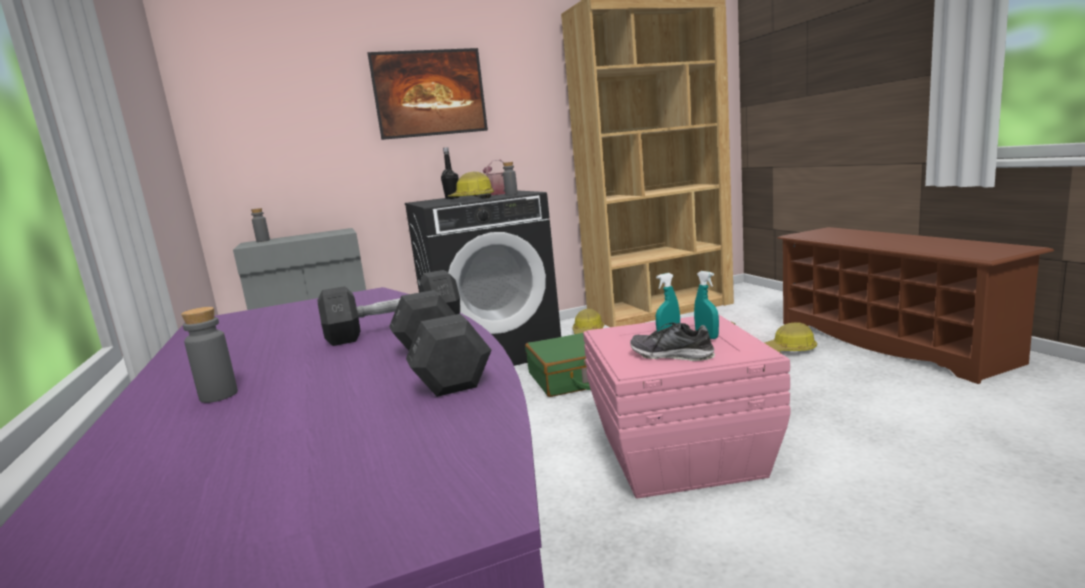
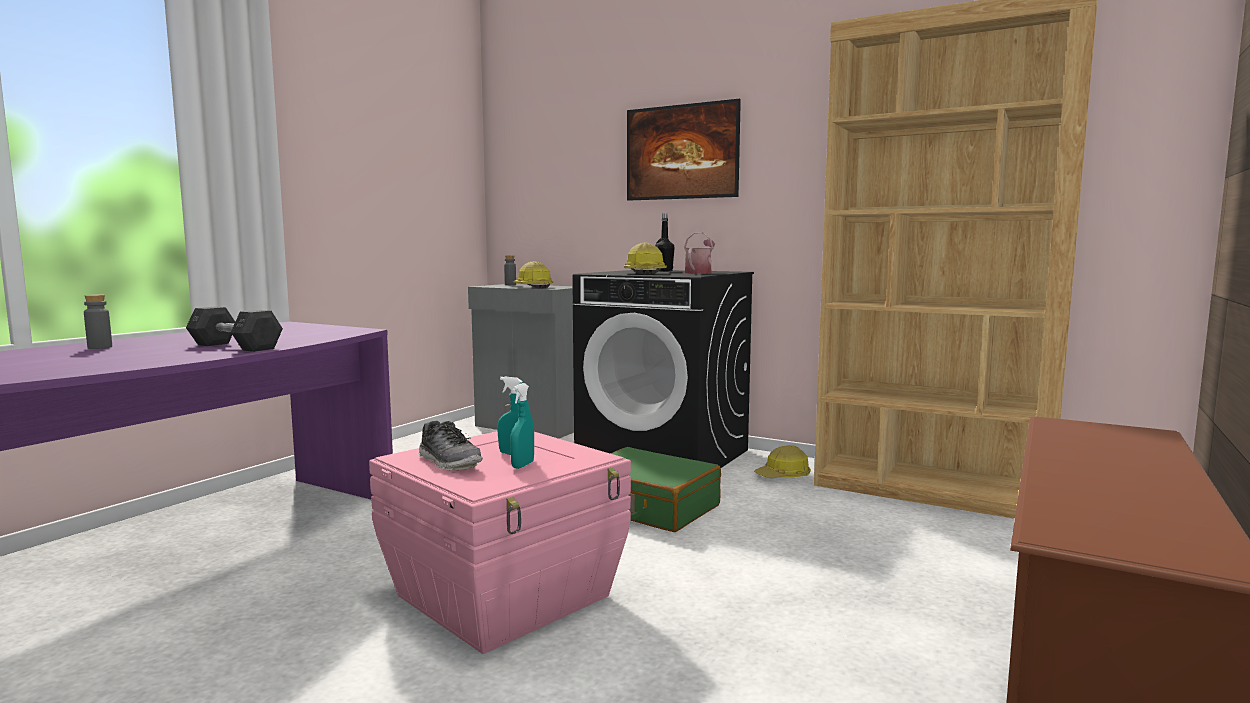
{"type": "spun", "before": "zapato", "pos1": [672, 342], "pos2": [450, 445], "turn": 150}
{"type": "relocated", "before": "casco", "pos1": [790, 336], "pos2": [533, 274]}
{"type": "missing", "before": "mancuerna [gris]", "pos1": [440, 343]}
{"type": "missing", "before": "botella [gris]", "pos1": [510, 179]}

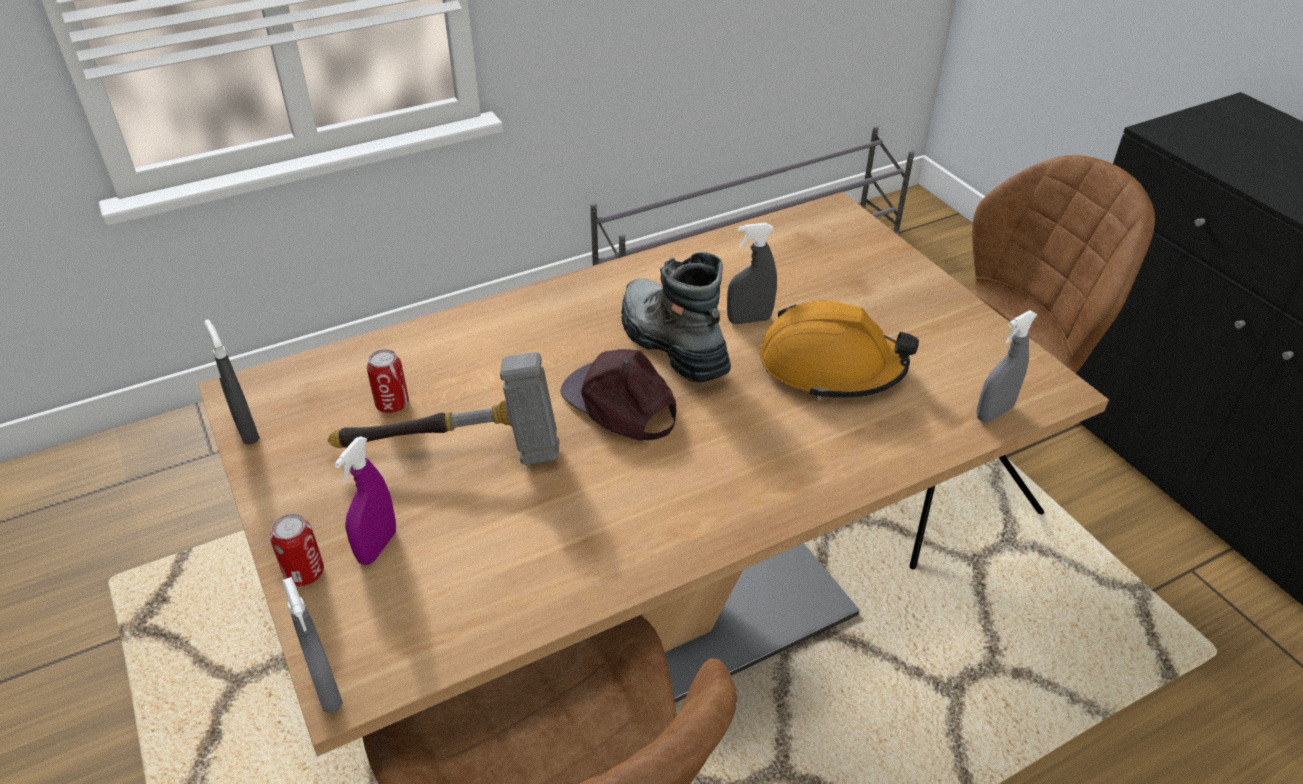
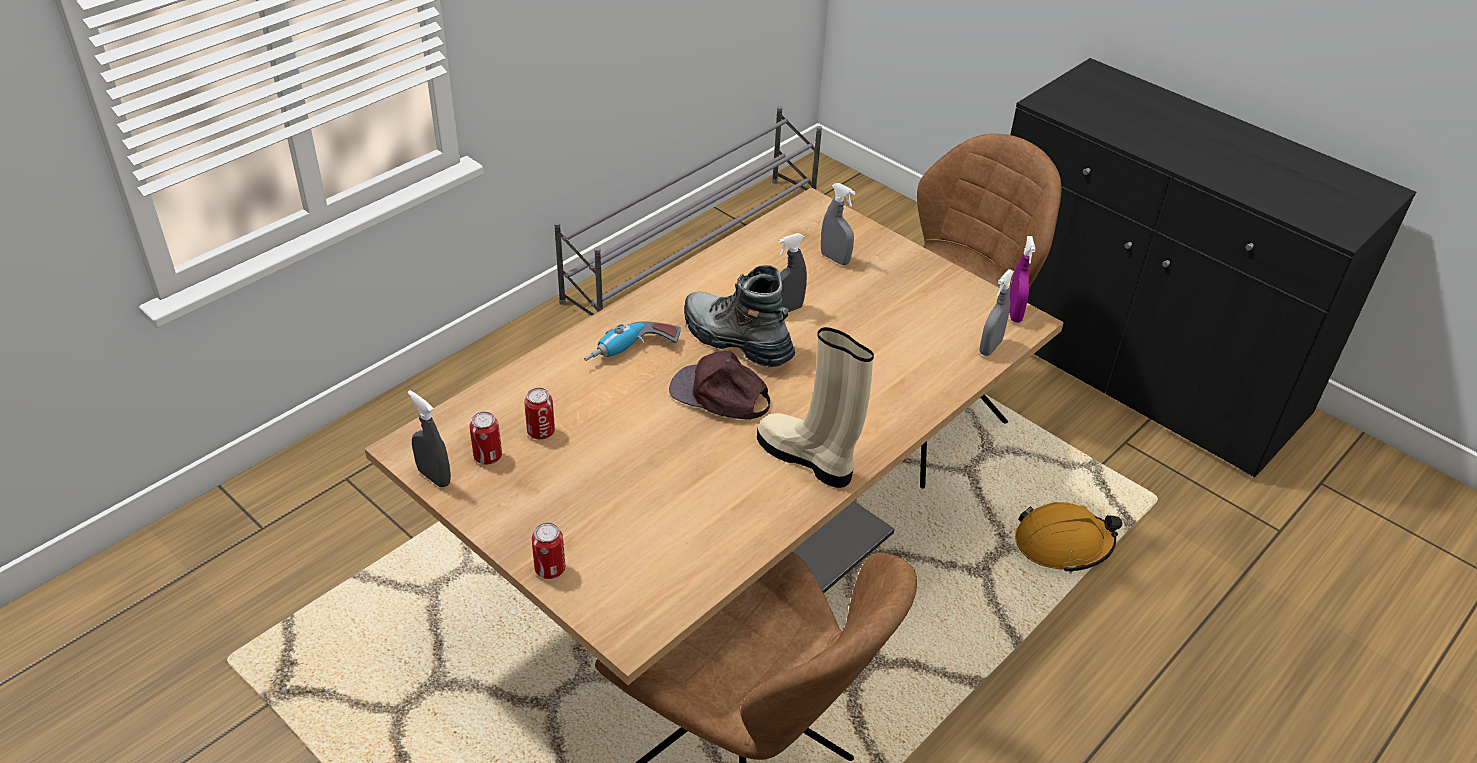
{"type": "appeared", "after": "lata", "pos2": [486, 437]}
{"type": "appeared", "after": "taladro", "pos2": [632, 341]}
{"type": "appeared", "after": "bota [beis]", "pos2": [815, 407]}
{"type": "relocated", "before": "pulverizador [gris]", "pos1": [313, 645], "pos2": [838, 224]}
{"type": "relocated", "before": "pulverizador [morado]", "pos1": [365, 500], "pos2": [1022, 279]}
{"type": "relocated", "before": "casco [naranja]", "pos1": [839, 350], "pos2": [1068, 537]}
{"type": "missing", "before": "martillo", "pos1": [443, 408]}

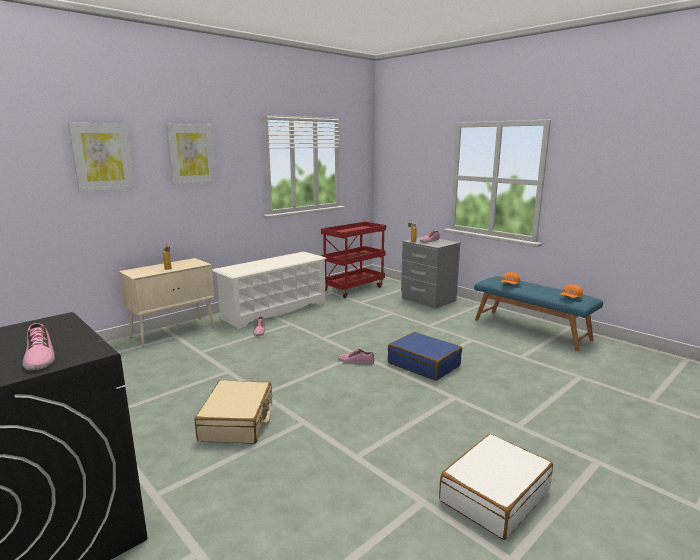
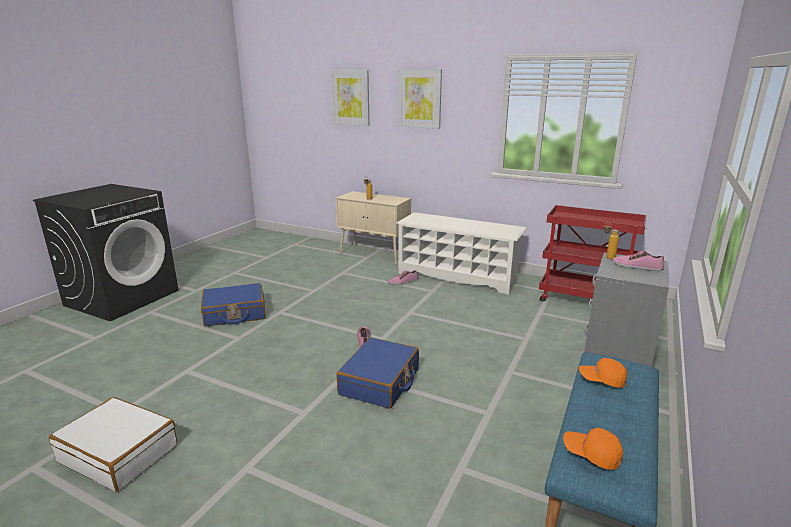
{"type": "colour", "before": "maleta [beis]", "after": "maleta [azul]", "pos1": [233, 412], "pos2": [233, 304]}
{"type": "missing", "before": "zapato", "pos1": [39, 346]}

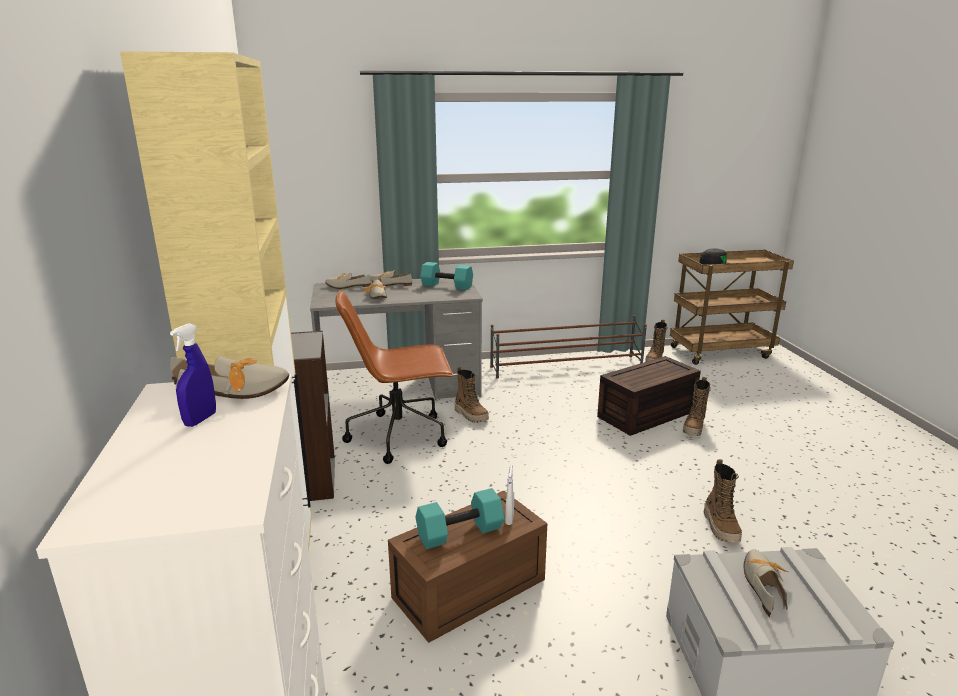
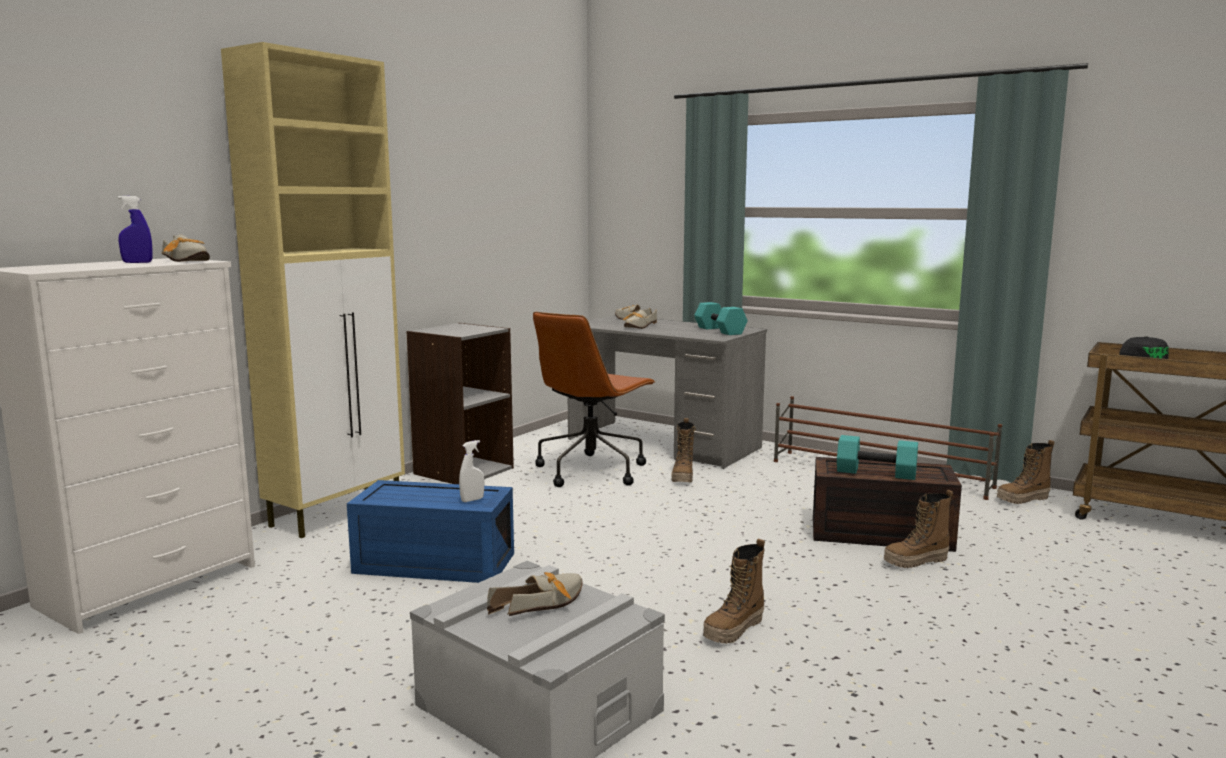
{"type": "colour", "before": "caja de almacenaje [marrón]", "after": "caja de almacenaje [azul]", "pos1": [467, 567], "pos2": [430, 531]}
{"type": "spun", "before": "silla de oficina [marrón]", "pos1": [394, 377], "pos2": [594, 399], "turn": -90}
{"type": "relocated", "before": "mancuerna [turquesa]", "pos1": [460, 518], "pos2": [877, 457]}
{"type": "missing", "before": "zapato", "pos1": [391, 278]}

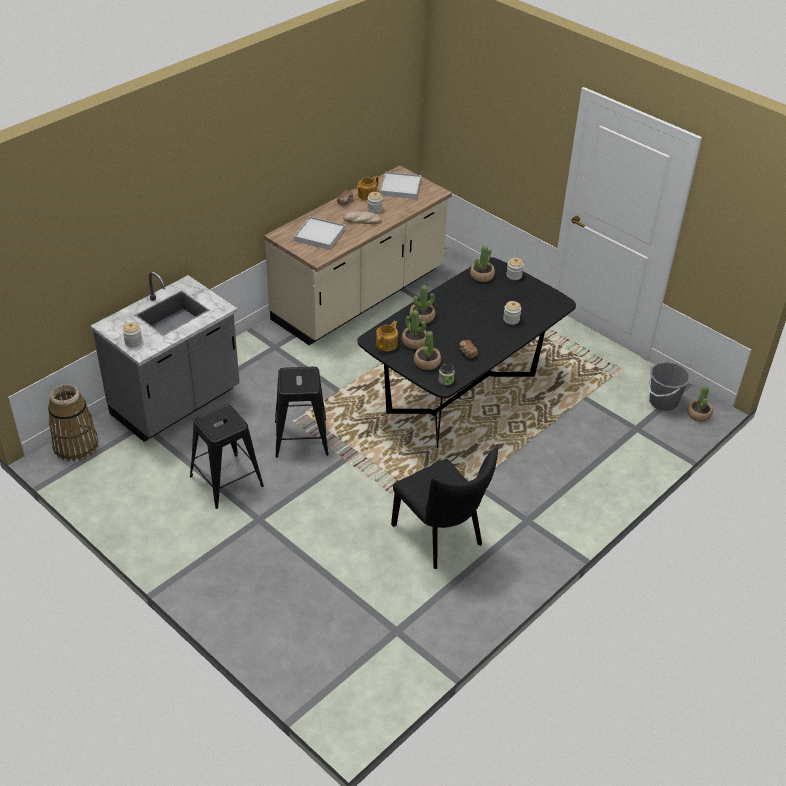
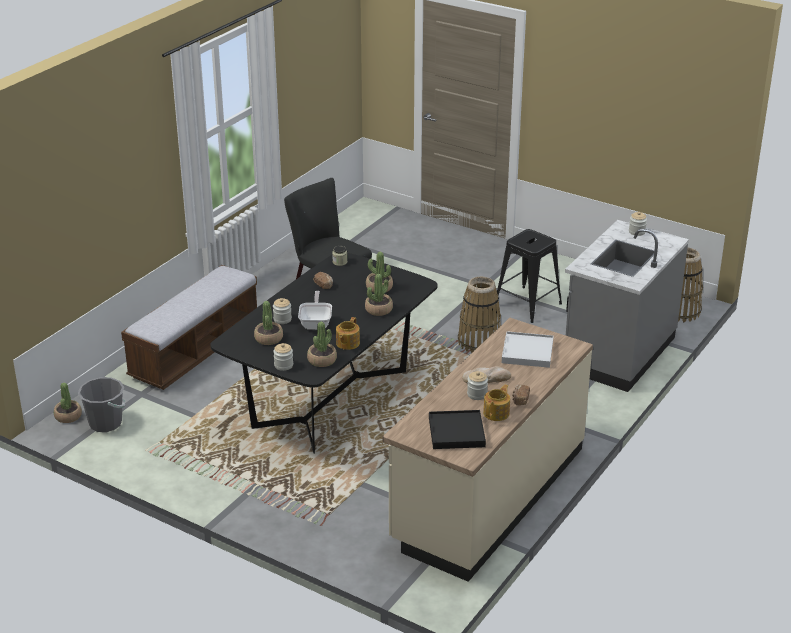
{"type": "appeared", "after": "banco", "pos2": [189, 327]}
{"type": "relocated", "before": "planta en maceta", "pos1": [427, 350], "pos2": [268, 323]}
{"type": "appeared", "after": "sartén", "pos2": [315, 310]}
{"type": "relocated", "before": "tetera", "pos1": [387, 336], "pos2": [348, 333]}
{"type": "colour", "before": "bandeja [blanco]", "after": "bandeja [negro]", "pos1": [400, 185], "pos2": [457, 429]}
{"type": "exchanged", "before": "taburete [negro]", "after": "cesta", "pos1": [302, 412], "pos2": [479, 315]}

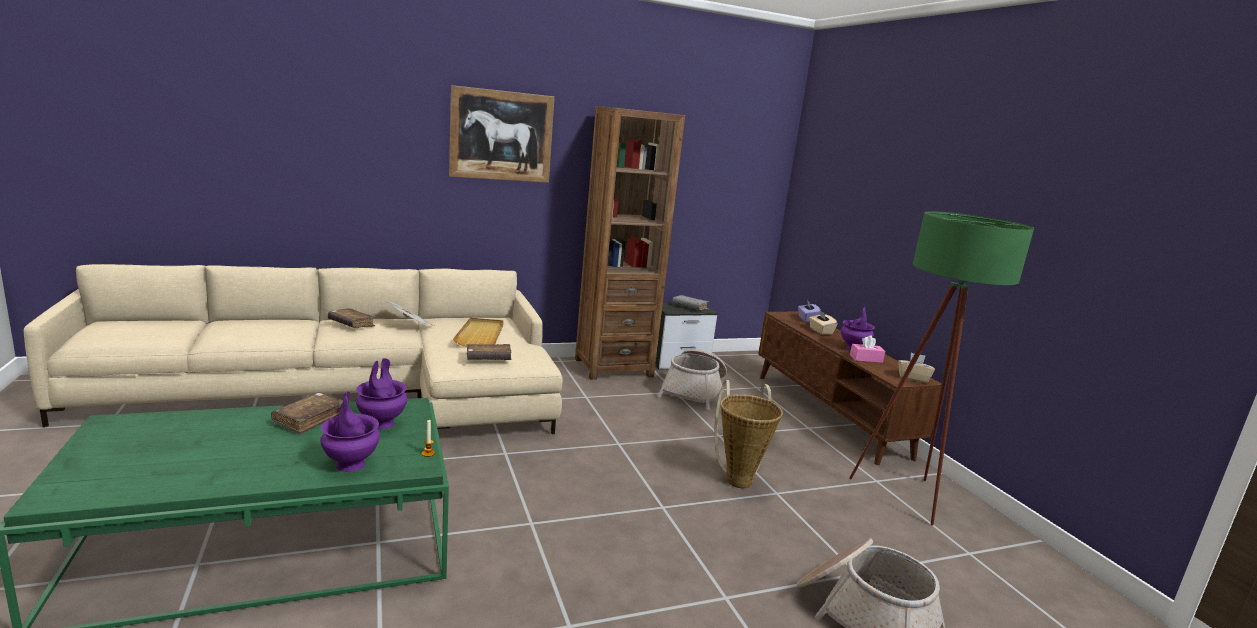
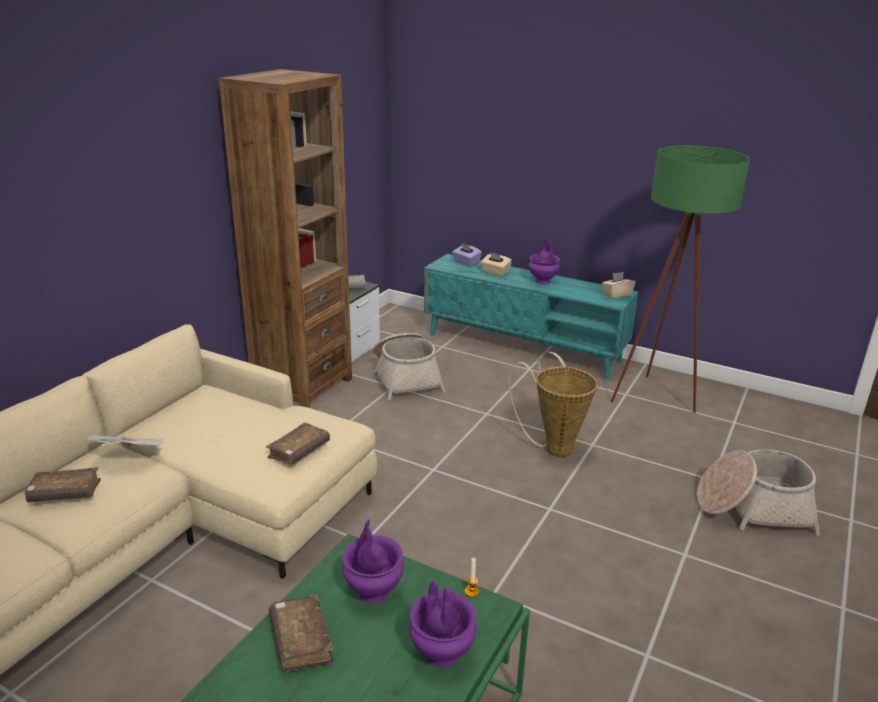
{"type": "colour", "before": "mueble de televisión [marrón]", "after": "mueble de televisión [turquesa]", "pos1": [850, 388], "pos2": [531, 317]}
{"type": "missing", "before": "cuadro", "pos1": [502, 134]}
{"type": "missing", "before": "bandeja [beis]", "pos1": [478, 332]}
{"type": "missing", "before": "caja de pañuelos [rosa]", "pos1": [867, 349]}

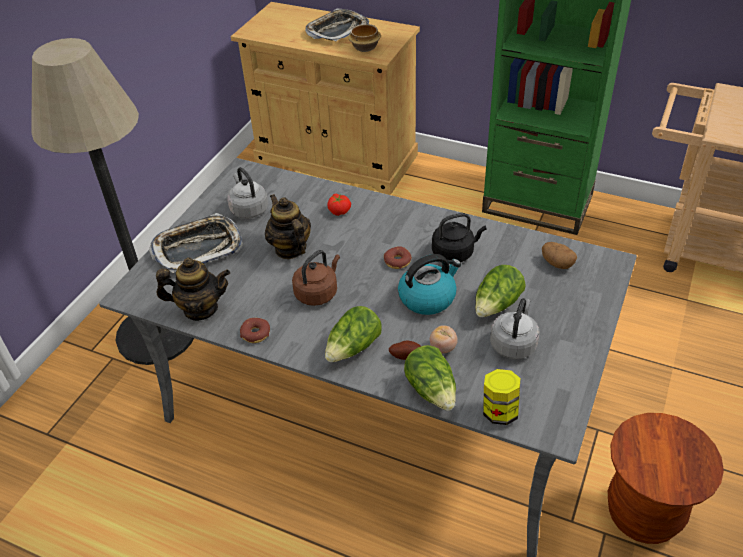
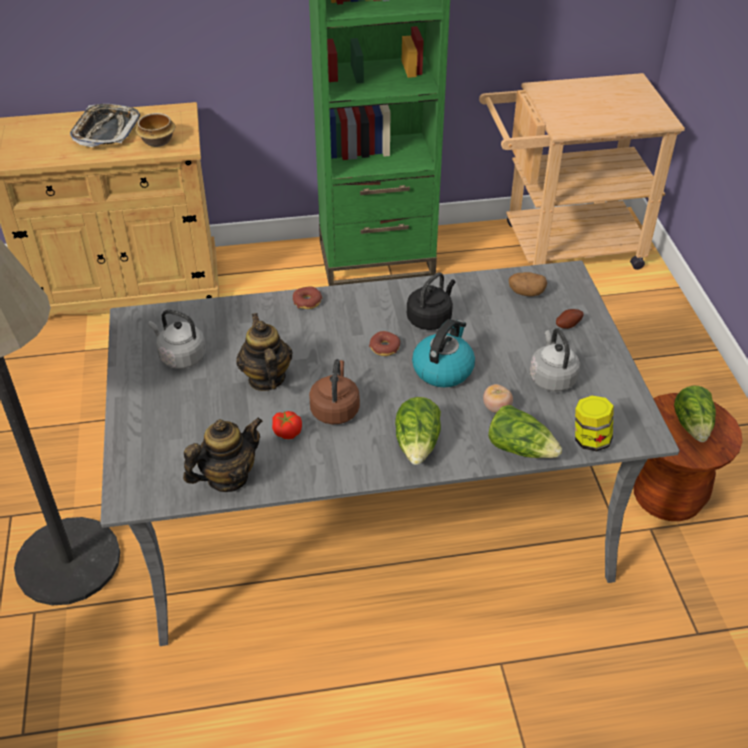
{"type": "spun", "before": "tetera", "pos1": [288, 226], "pos2": [264, 352], "turn": 45}
{"type": "relocated", "before": "tomate", "pos1": [339, 205], "pos2": [287, 425]}
{"type": "relocated", "before": "rosquilla", "pos1": [255, 330], "pos2": [307, 297]}
{"type": "relocated", "before": "patata", "pos1": [405, 350], "pos2": [570, 319]}
{"type": "relocated", "before": "lechuga", "pos1": [500, 291], "pos2": [695, 414]}
{"type": "missing", "before": "bandeja", "pos1": [196, 243]}

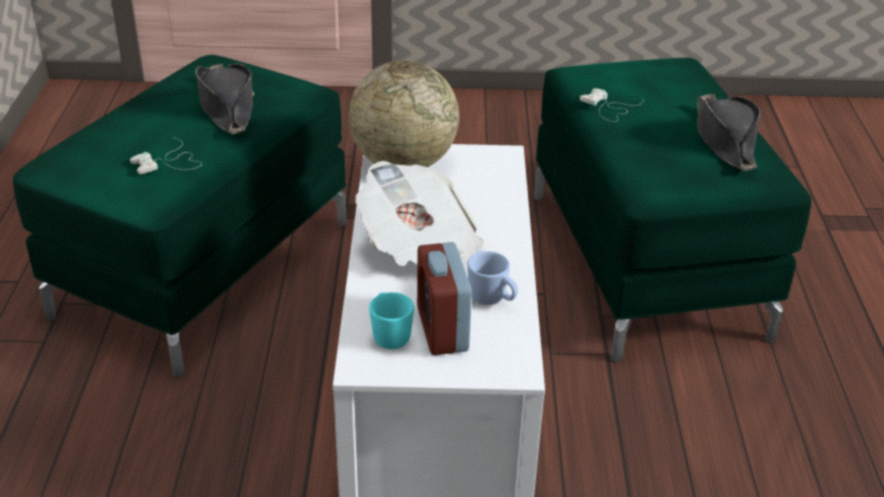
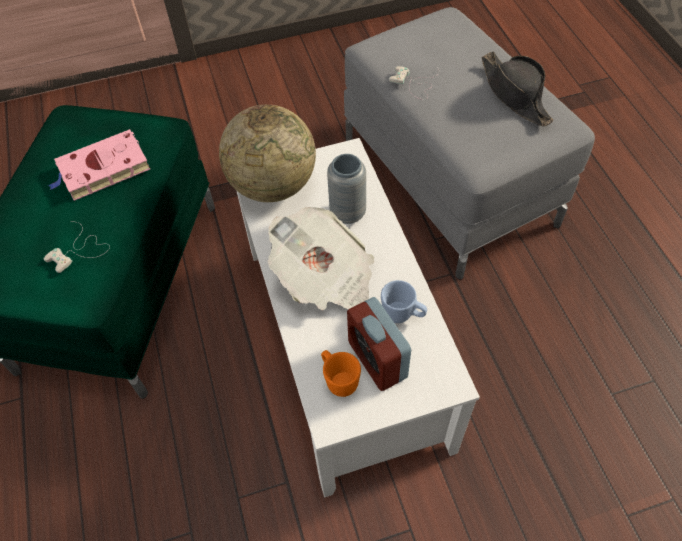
{"type": "exchanged", "before": "sombrero [negro]", "after": "libro [rosa]", "pos1": [225, 98], "pos2": [99, 165]}
{"type": "colour", "before": "taza grande [turquesa]", "after": "taza grande [naranja]", "pos1": [391, 320], "pos2": [341, 373]}
{"type": "appeared", "after": "florero [gris]", "pos2": [346, 189]}
{"type": "colour", "before": "puf [verde]", "after": "puf [gris]", "pos1": [672, 210], "pos2": [469, 143]}

